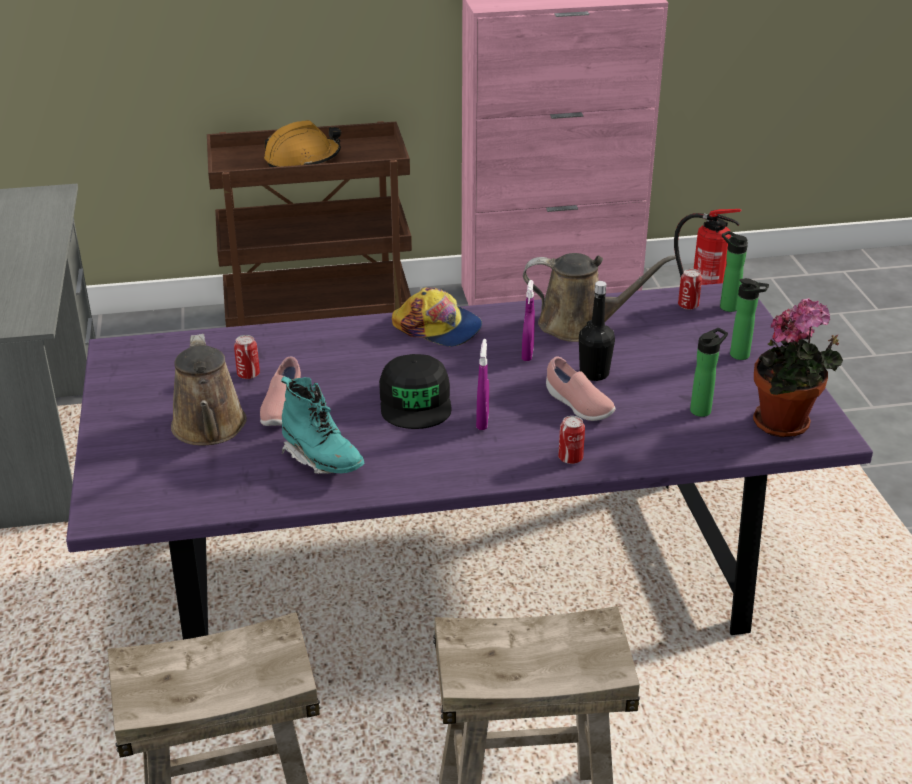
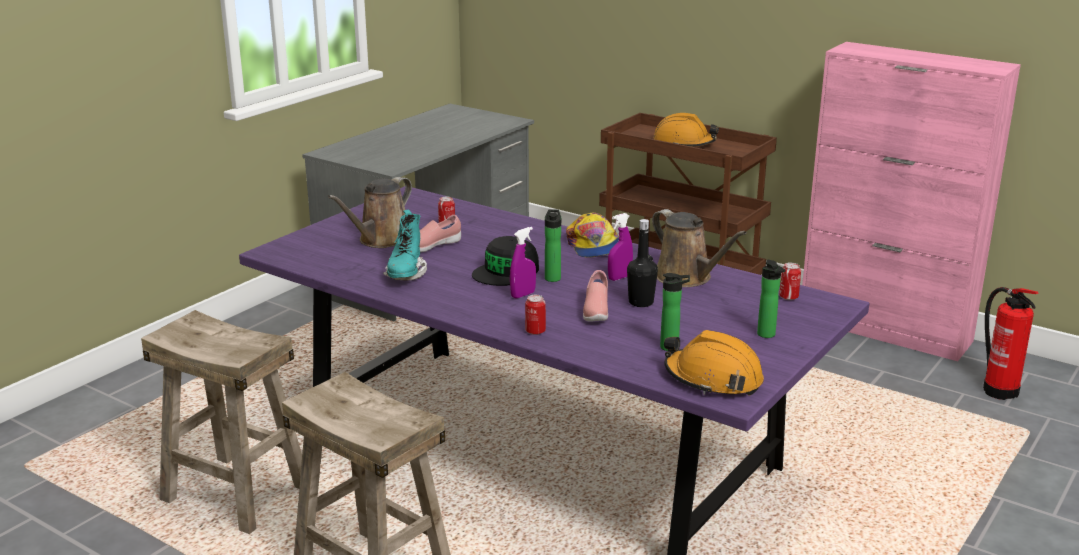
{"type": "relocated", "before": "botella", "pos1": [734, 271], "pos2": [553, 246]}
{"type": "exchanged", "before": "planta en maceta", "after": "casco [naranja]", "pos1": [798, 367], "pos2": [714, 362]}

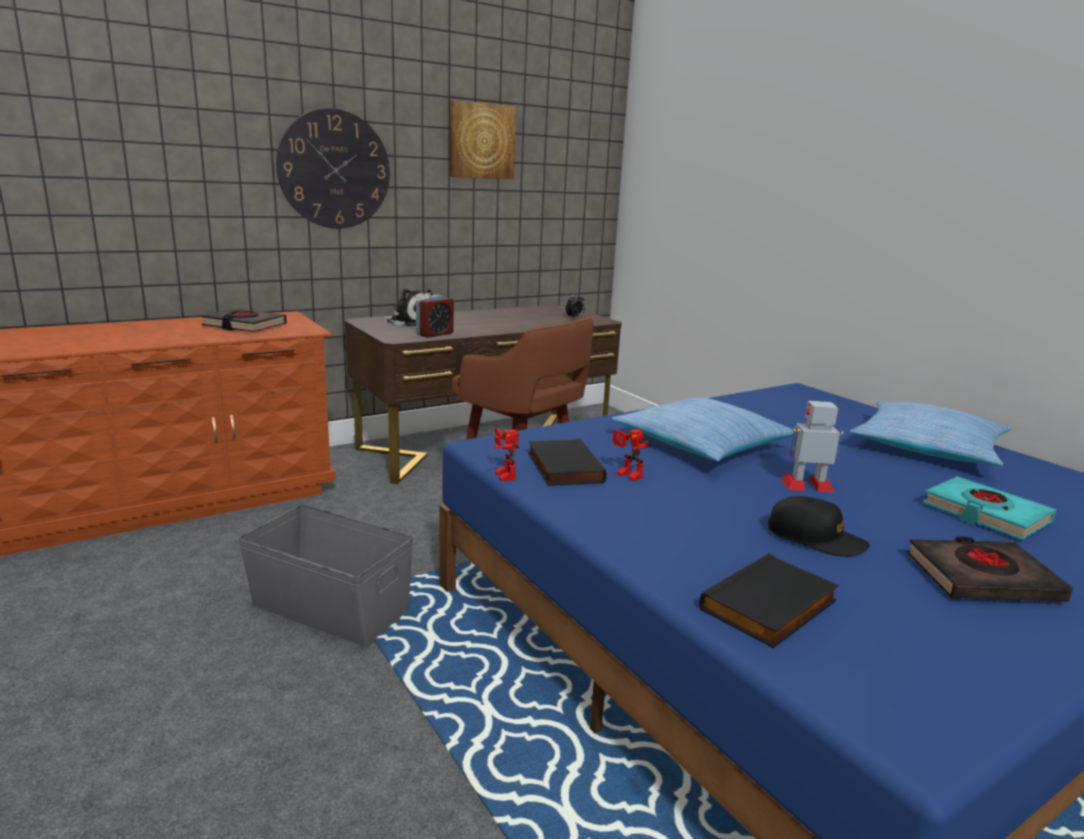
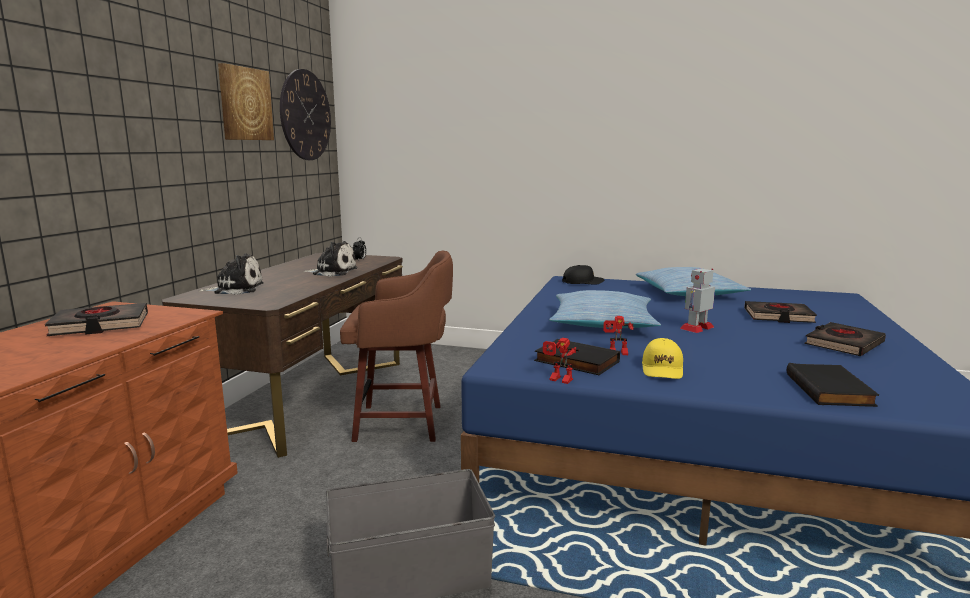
{"type": "relocated", "before": "reloj de pared", "pos1": [333, 168], "pos2": [305, 114]}
{"type": "appeared", "after": "peluche", "pos2": [331, 259]}
{"type": "relocated", "before": "gorra [negro]", "pos1": [819, 526], "pos2": [583, 275]}
{"type": "appeared", "after": "gorra [amarillo]", "pos2": [662, 358]}
{"type": "colour", "before": "libro [turquesa]", "after": "libro [negro]", "pos1": [990, 508], "pos2": [780, 312]}
{"type": "missing", "before": "despertador", "pos1": [435, 316]}

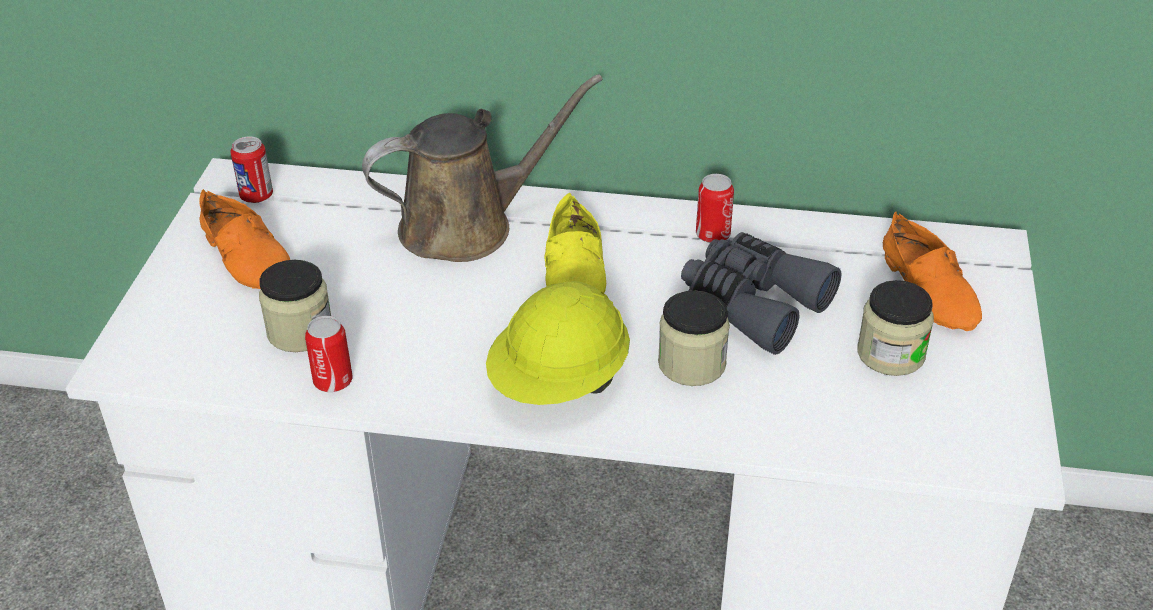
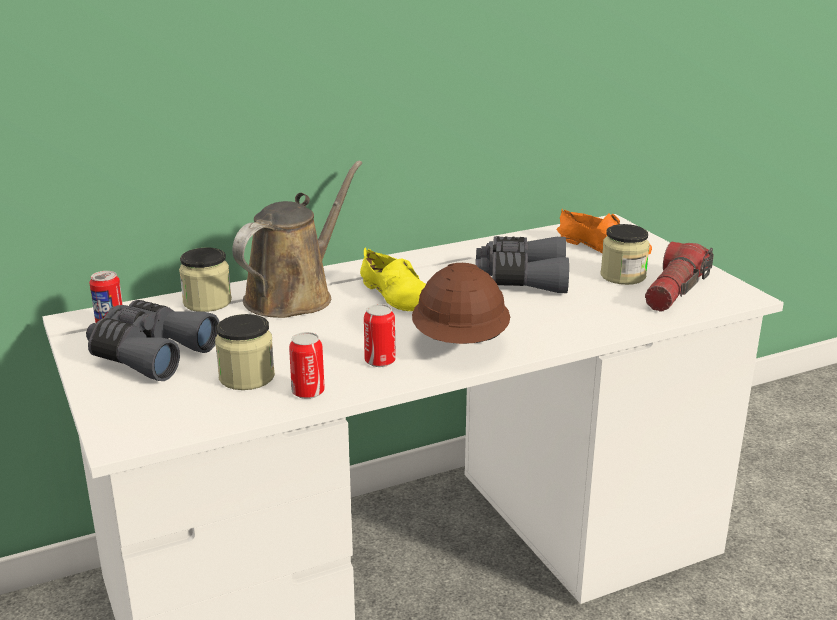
{"type": "exchanged", "before": "zapato [naranja]", "after": "prismáticos [gris]", "pos1": [244, 239], "pos2": [152, 340]}
{"type": "relocated", "before": "tarro", "pos1": [694, 338], "pos2": [205, 280]}
{"type": "relocated", "before": "lata", "pos1": [715, 208], "pos2": [380, 335]}
{"type": "colour", "before": "casco [amarillo]", "after": "casco [marrón]", "pos1": [558, 343], "pos2": [461, 303]}
{"type": "appeared", "after": "linterna", "pos2": [679, 277]}

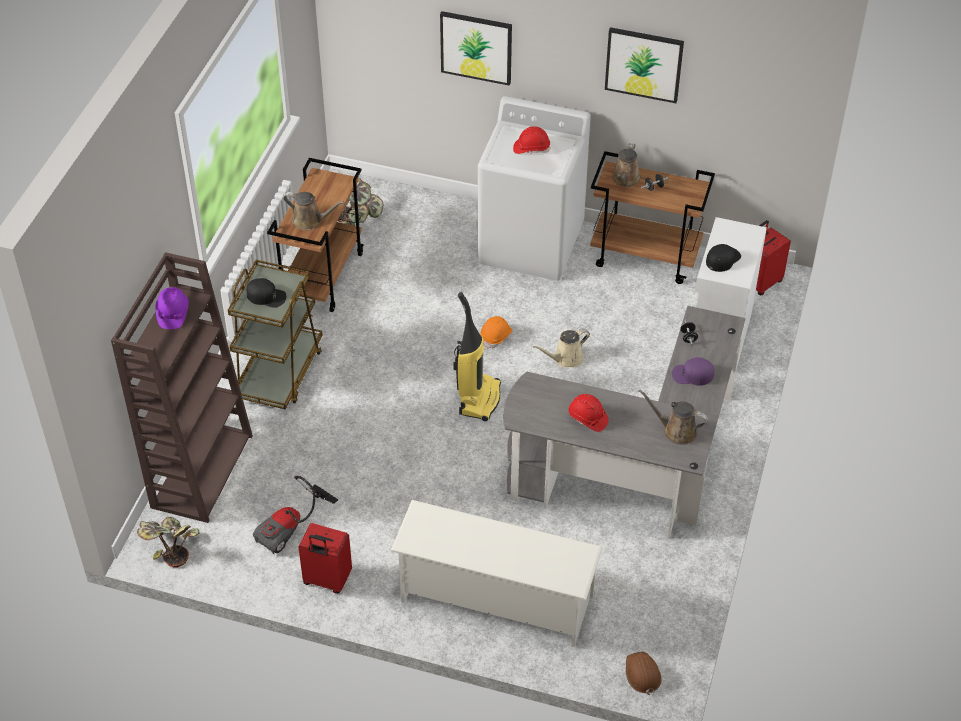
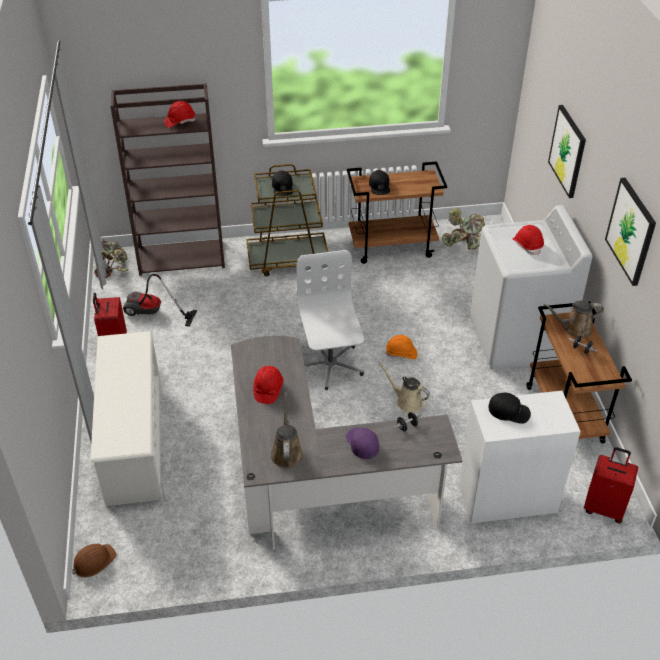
{"type": "colour", "before": "casco [morado]", "after": "casco [rojo]", "pos1": [172, 308], "pos2": [180, 114]}
{"type": "exchanged", "before": "aspiradora", "after": "silla de oficina [blanco]", "pos1": [477, 356], "pos2": [330, 320]}
{"type": "exchanged", "before": "regadera [marrón]", "after": "gorra [negro]", "pos1": [313, 211], "pos2": [379, 182]}

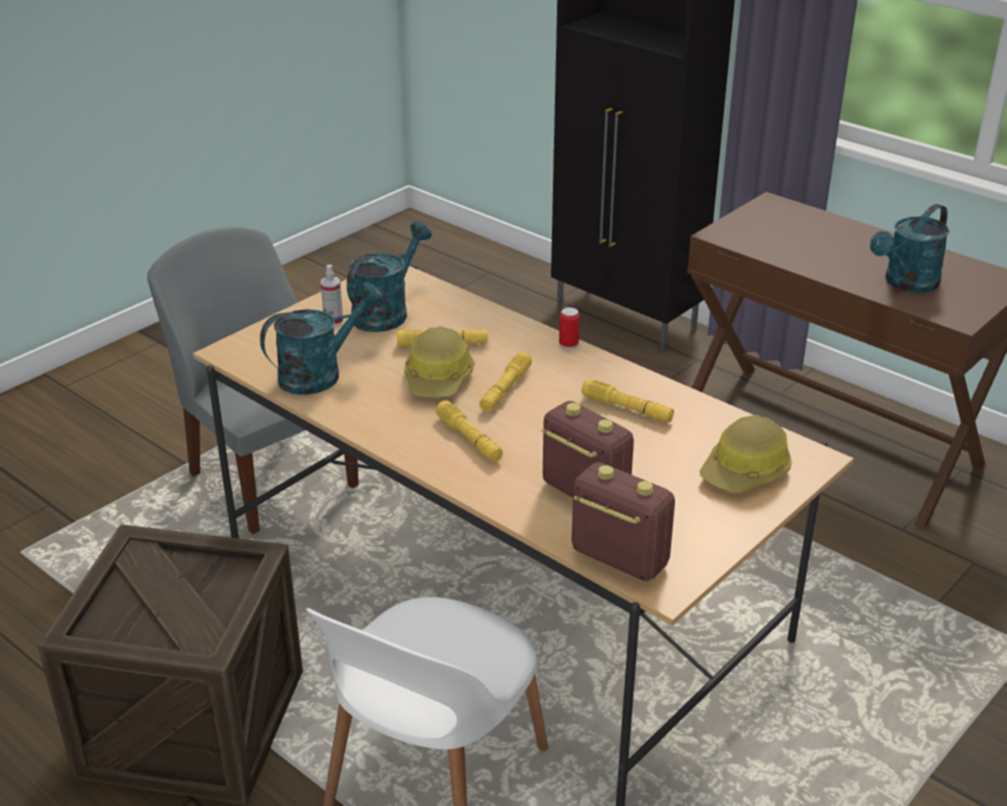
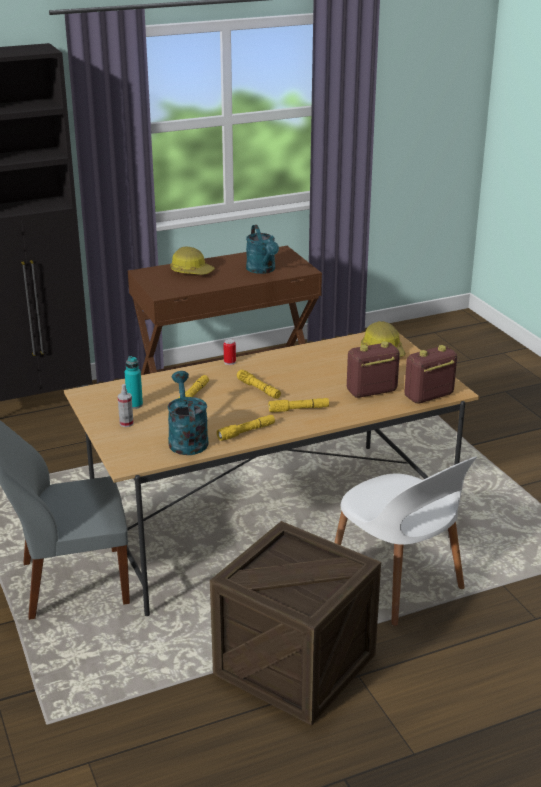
{"type": "exchanged", "before": "regadera [turquesa]", "after": "botella [turquesa]", "pos1": [389, 277], "pos2": [134, 382]}
{"type": "relocated", "before": "casco", "pos1": [440, 362], "pos2": [192, 260]}
{"type": "relocated", "before": "linterna [amarillo]", "pos1": [628, 400], "pos2": [246, 428]}

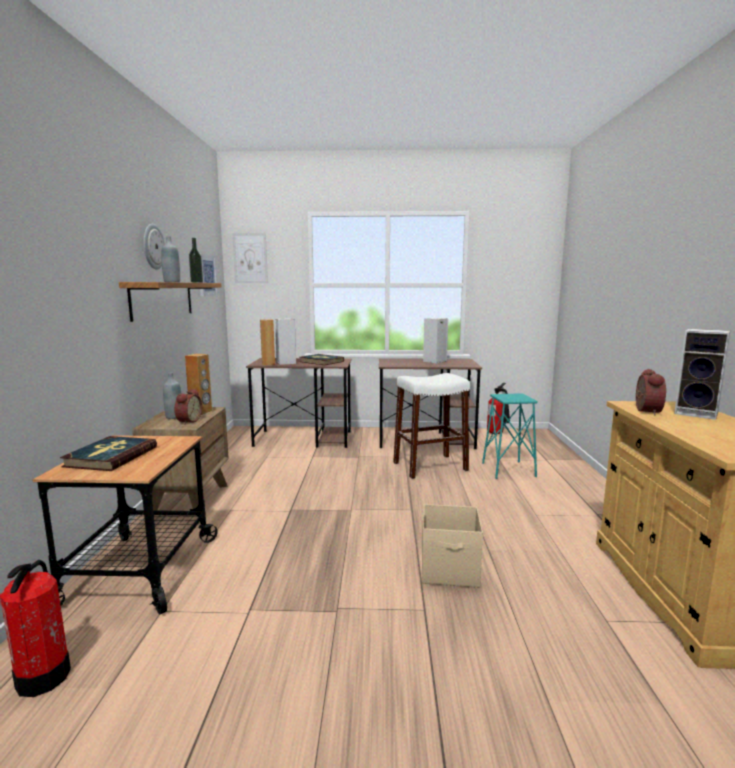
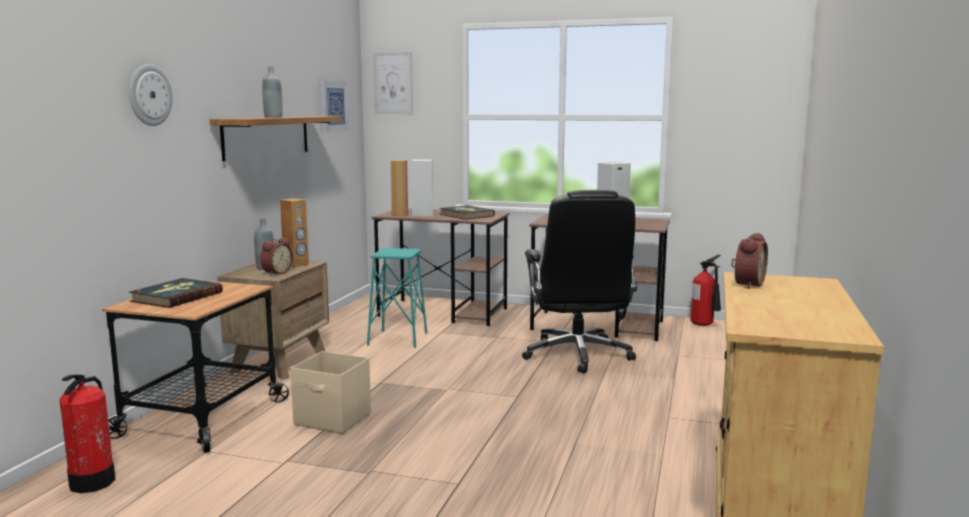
{"type": "relocated", "before": "reloj de pared", "pos1": [154, 247], "pos2": [151, 95]}
{"type": "relocated", "before": "caja de almacenaje [beis]", "pos1": [452, 546], "pos2": [330, 392]}
{"type": "relocated", "before": "taburete [turquesa]", "pos1": [510, 436], "pos2": [397, 298]}
{"type": "exchanged", "before": "taburete [blanco]", "after": "silla de oficina [negro]", "pos1": [431, 426], "pos2": [579, 282]}
{"type": "missing", "before": "botella", "pos1": [196, 260]}
{"type": "missing", "before": "altavoz", "pos1": [702, 374]}

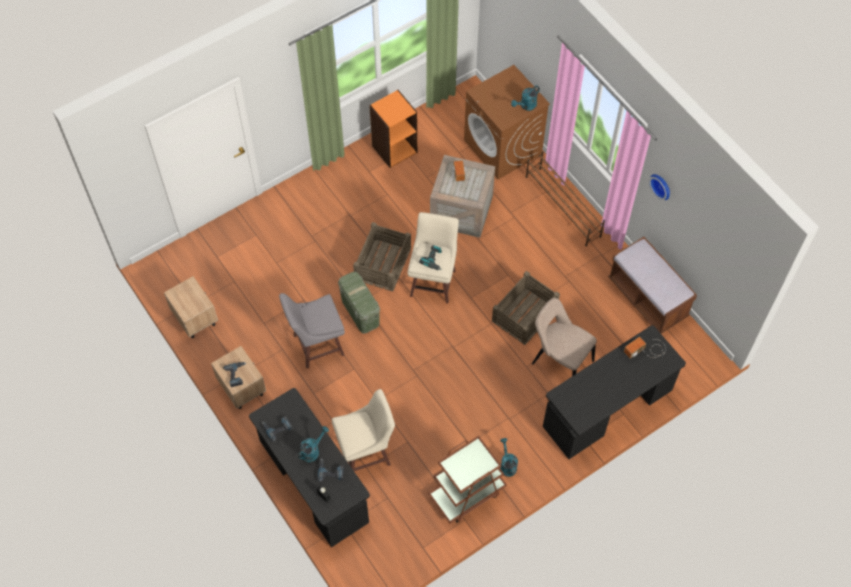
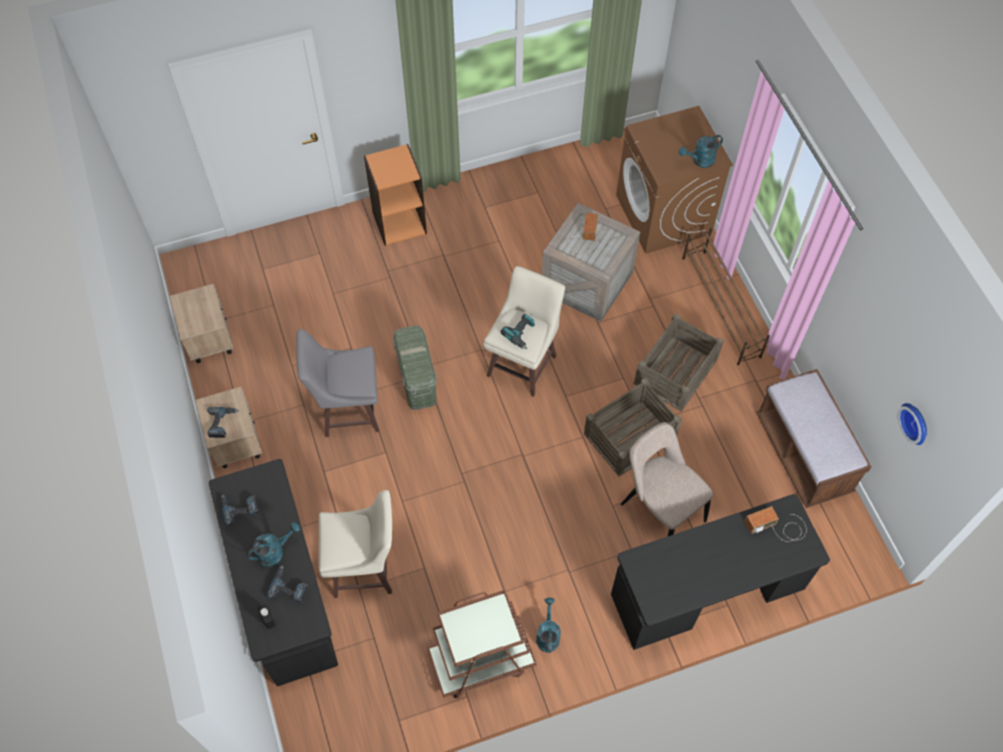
{"type": "relocated", "before": "estantería [naranja]", "pos1": [393, 129], "pos2": [395, 195]}
{"type": "relocated", "before": "caja de embalaje", "pos1": [382, 257], "pos2": [678, 362]}
{"type": "relocated", "before": "reloj de pared", "pos1": [659, 187], "pos2": [912, 424]}

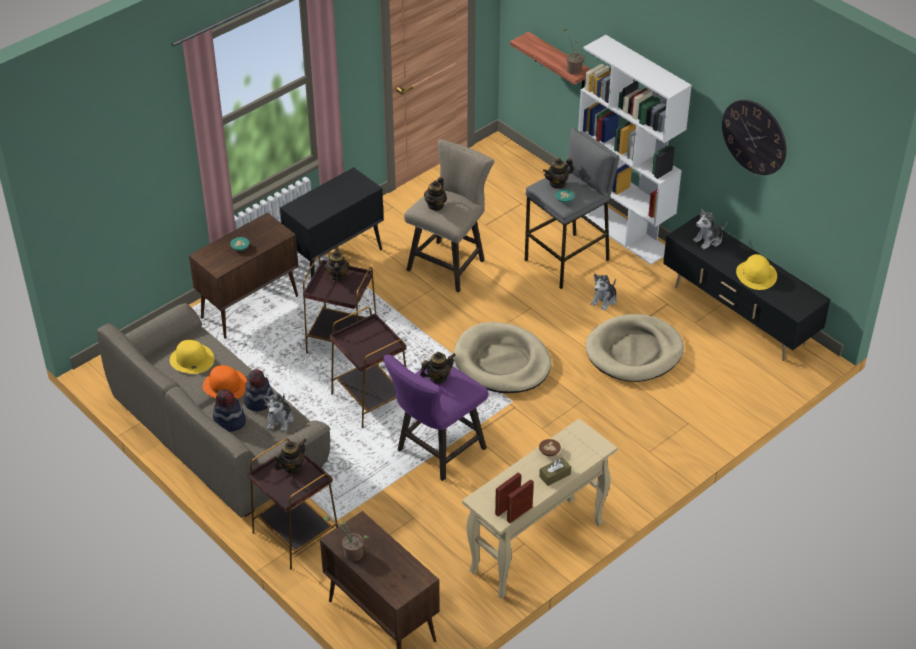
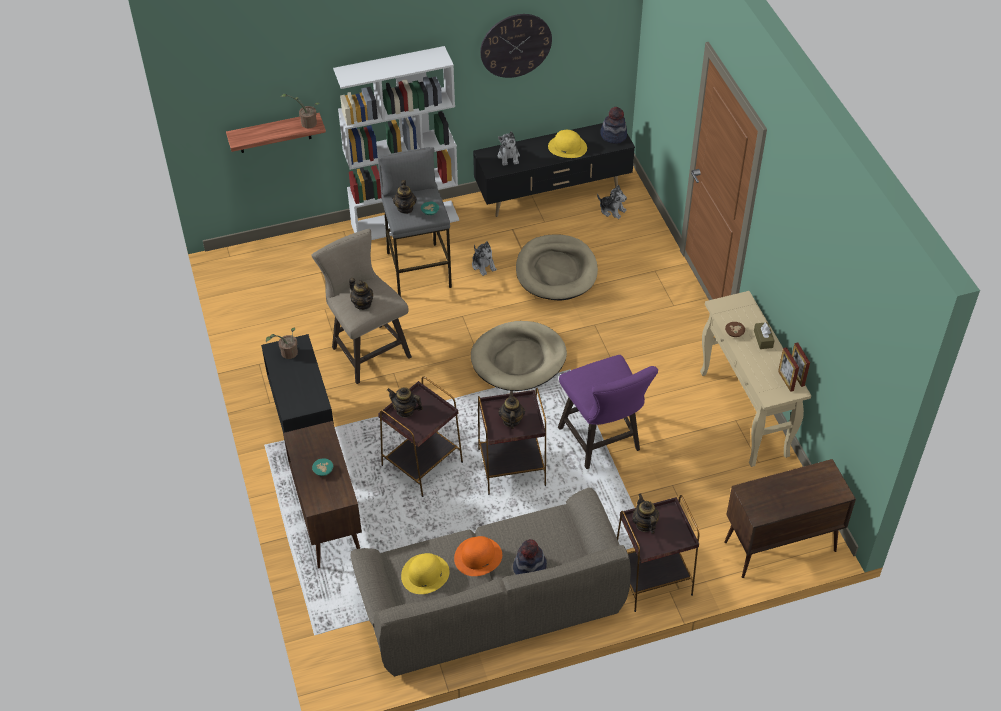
{"type": "relocated", "before": "planta en maceta", "pos1": [346, 538], "pos2": [282, 343]}
{"type": "relocated", "before": "tetera", "pos1": [438, 367], "pos2": [512, 409]}
{"type": "relocated", "before": "peluche", "pos1": [278, 413], "pos2": [612, 202]}
{"type": "relocated", "before": "sombrero", "pos1": [259, 390], "pos2": [613, 125]}

